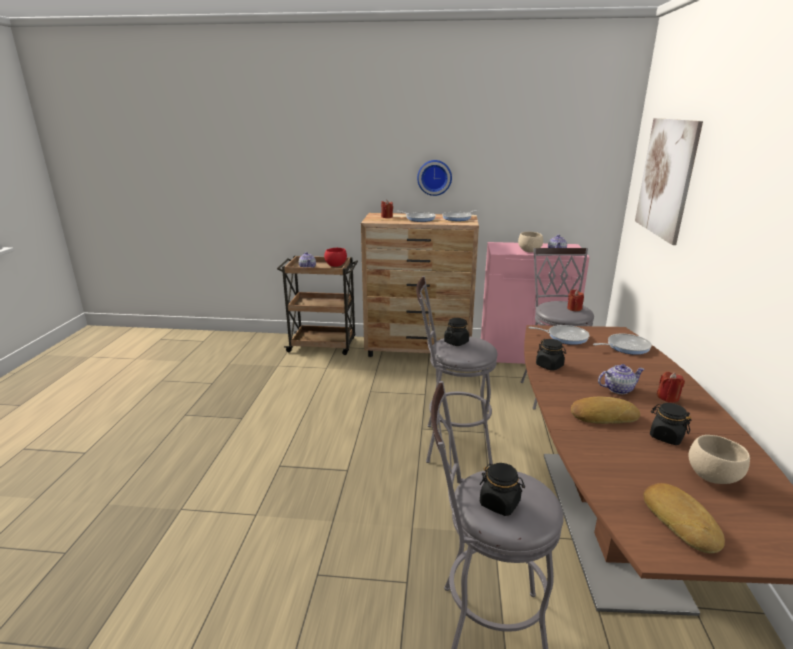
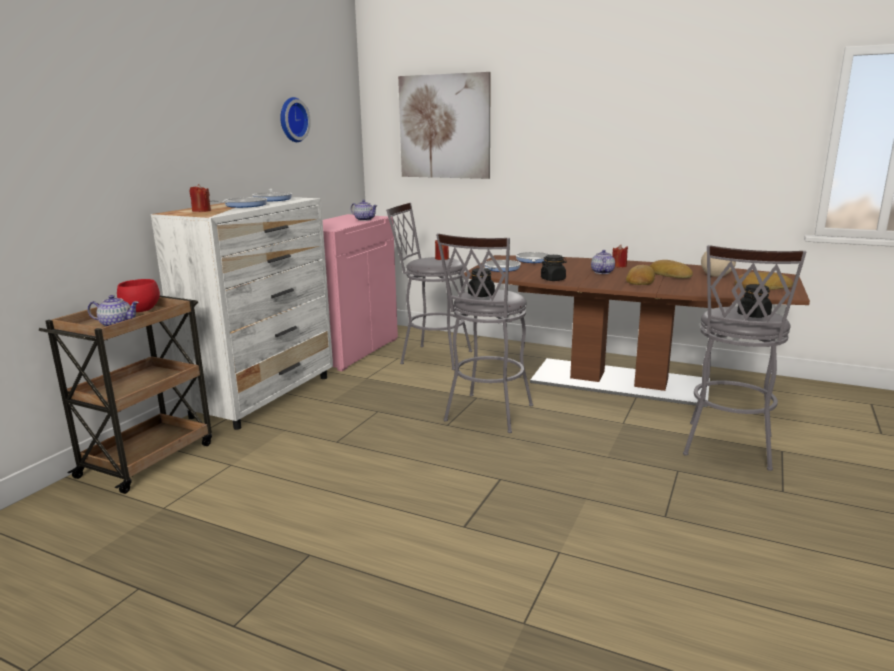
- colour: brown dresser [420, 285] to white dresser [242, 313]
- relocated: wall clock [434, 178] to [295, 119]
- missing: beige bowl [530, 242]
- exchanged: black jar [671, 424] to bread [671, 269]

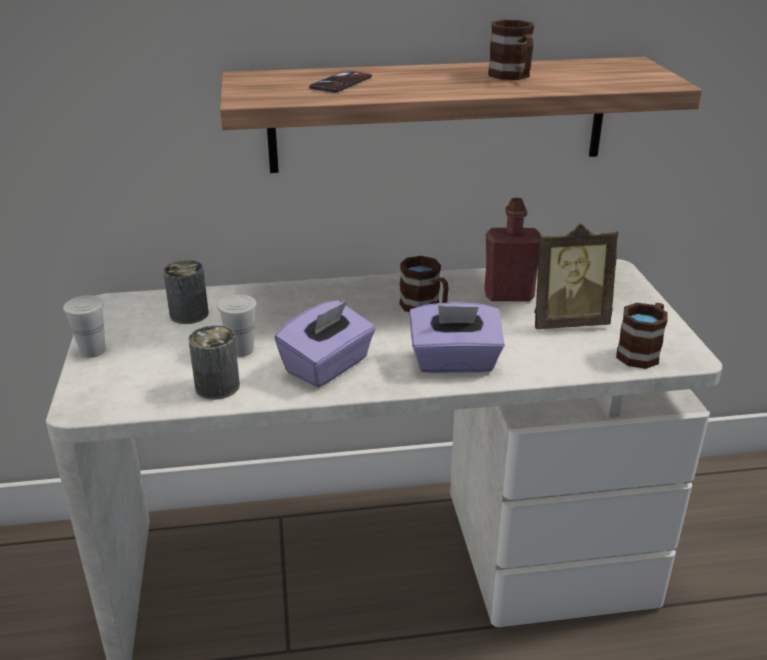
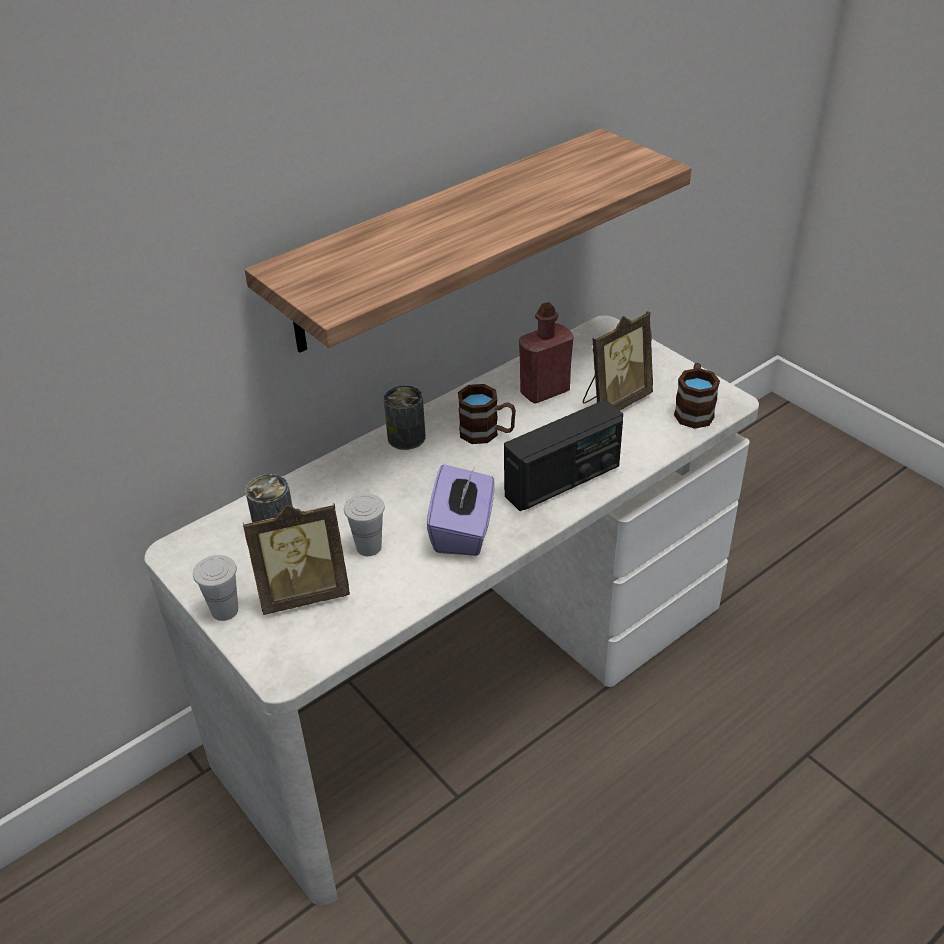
- relocated: can [214, 362] to [405, 417]
- missing: phone [340, 81]
- exchanged: purple tissue box [457, 337] to radio [563, 455]
- missing: brown mug [511, 50]
- appeared: picture frame [296, 559]

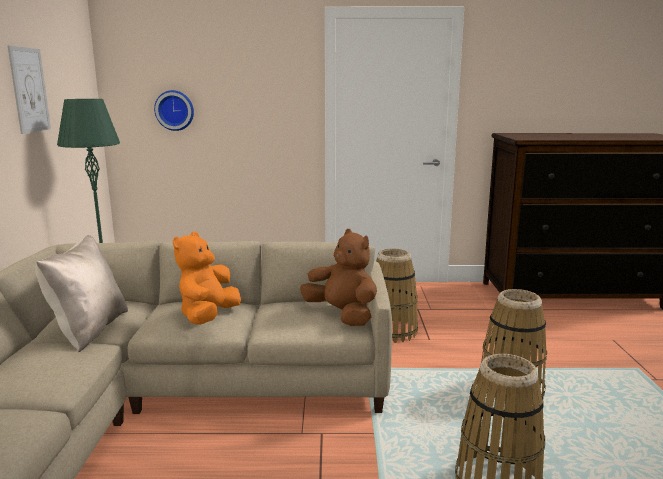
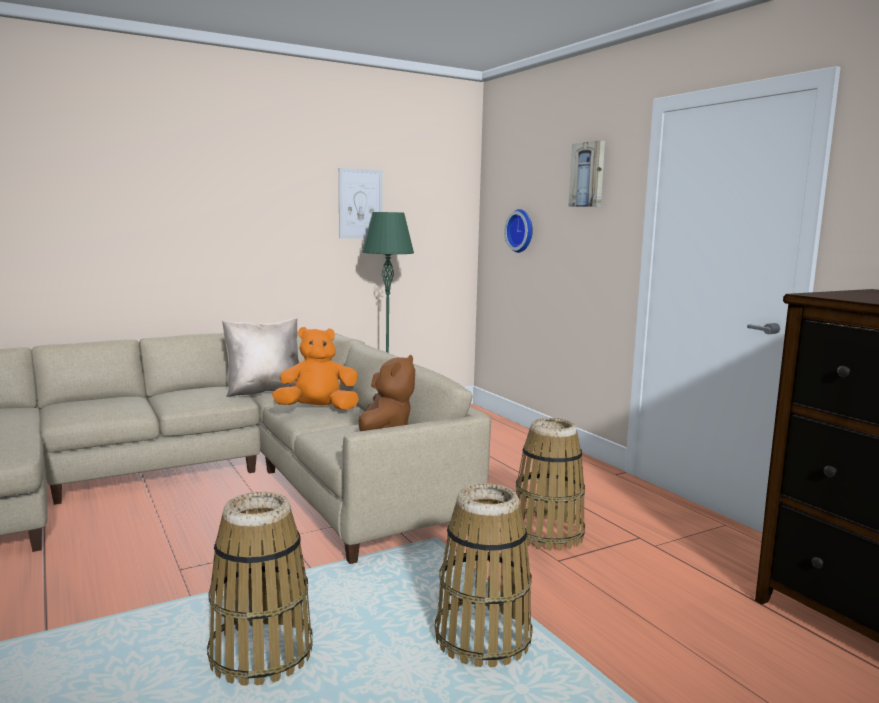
- appeared: picture [586, 173]

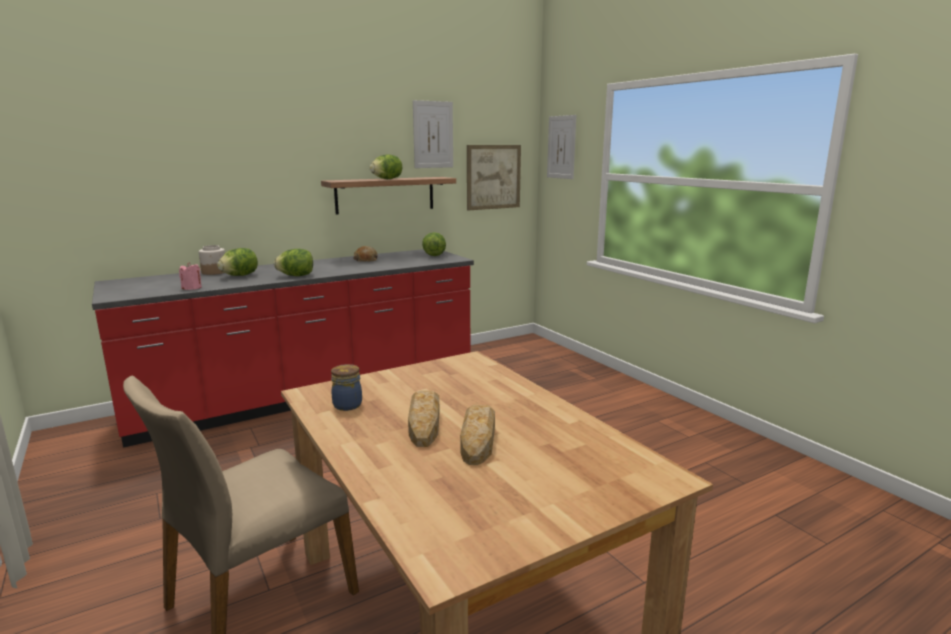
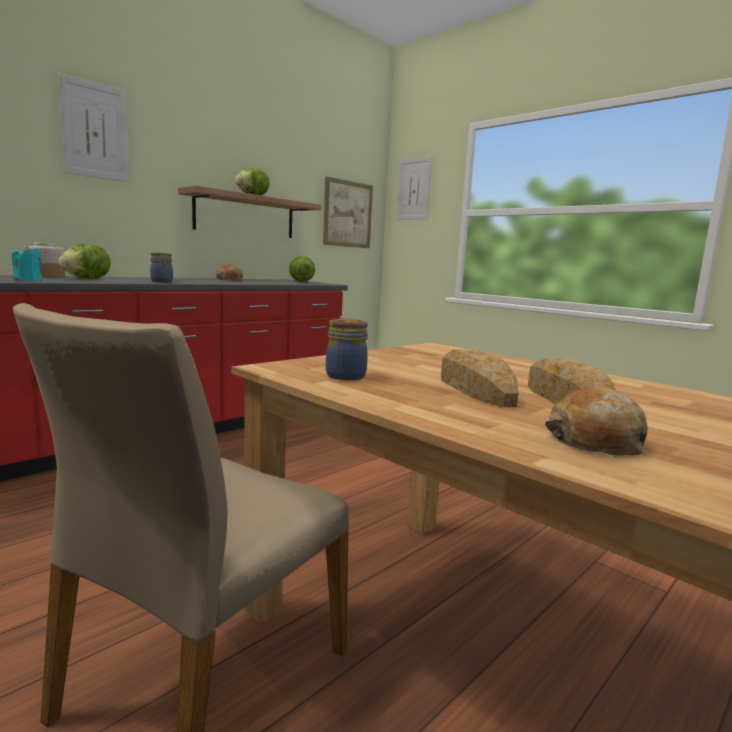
- colour: pink candle [190, 276] to turquoise candle [27, 263]
- exchanged: lettuce [293, 262] to jar [161, 267]
- relocated: picture [433, 134] to [93, 127]
- appeared: bread [596, 421]

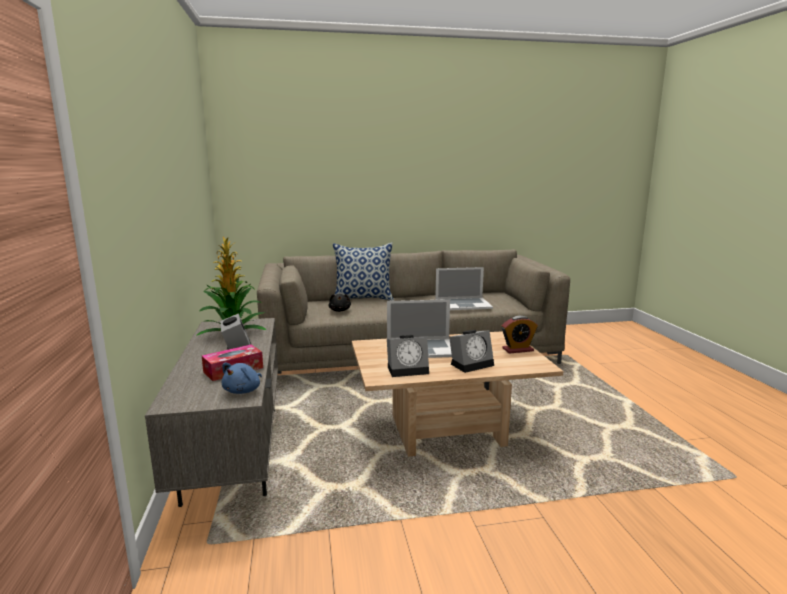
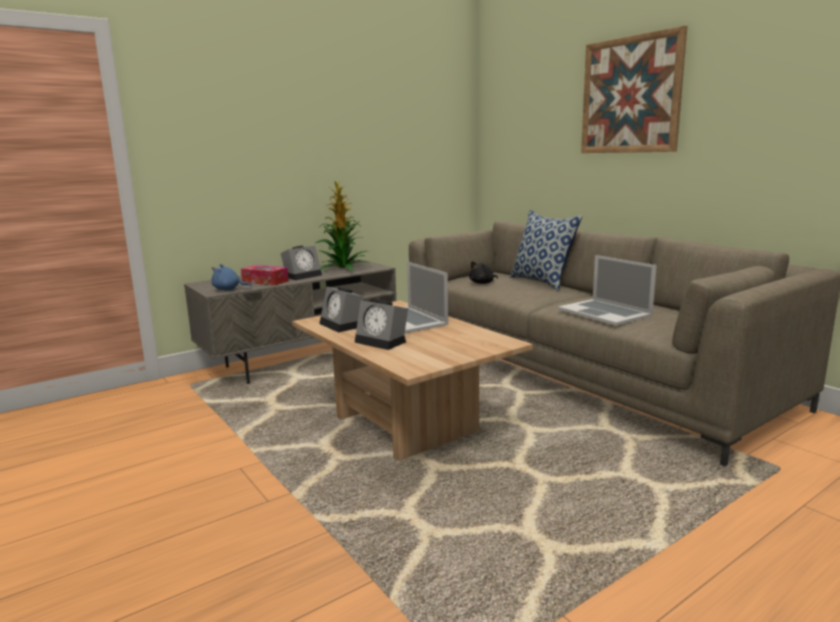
- missing: alarm clock [519, 335]
- appeared: picture [634, 89]

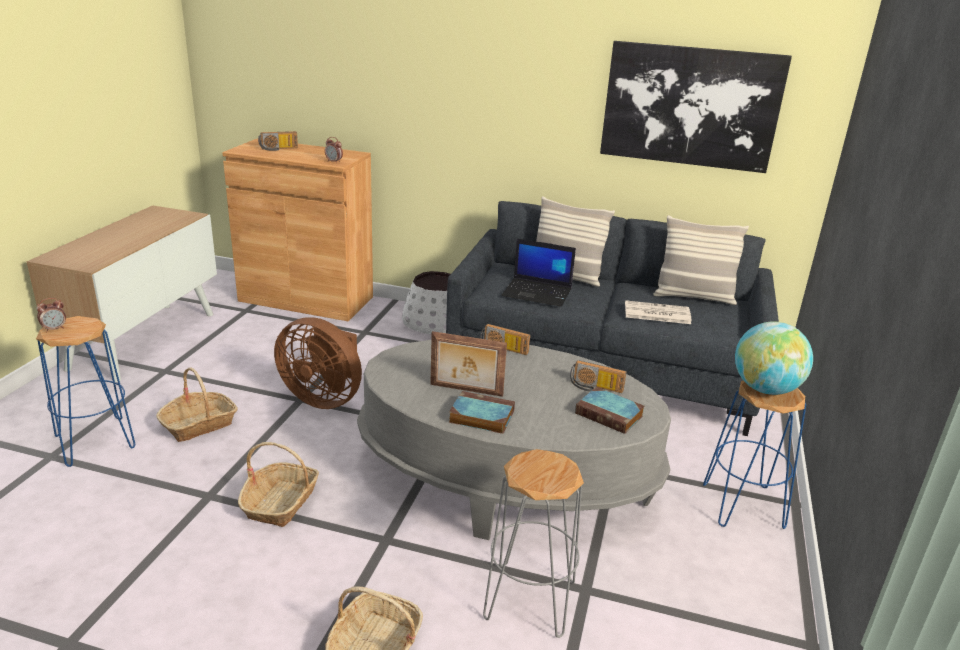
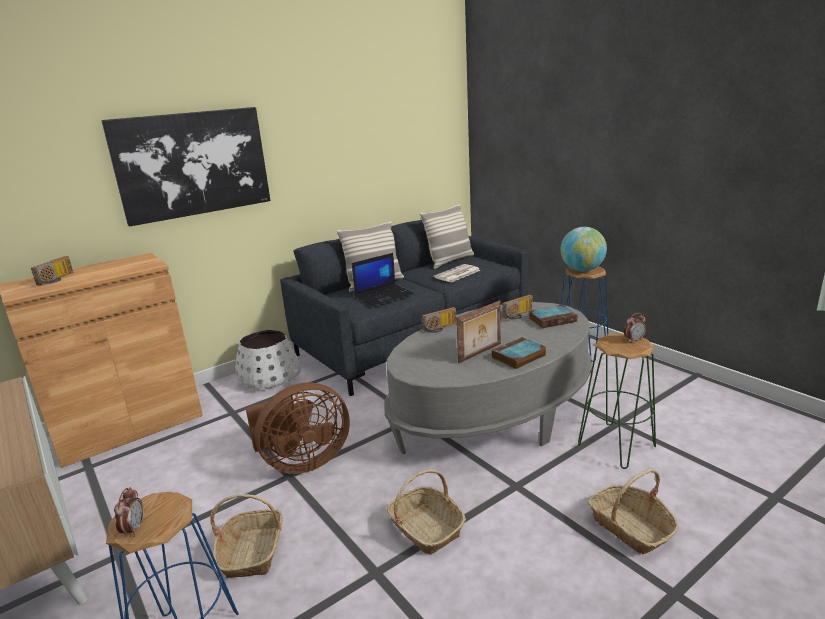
- relocated: alarm clock [334, 150] to [635, 328]
- colour: grey stool [533, 543] to green stool [617, 401]
- relocated: picture [696, 107] to [186, 167]

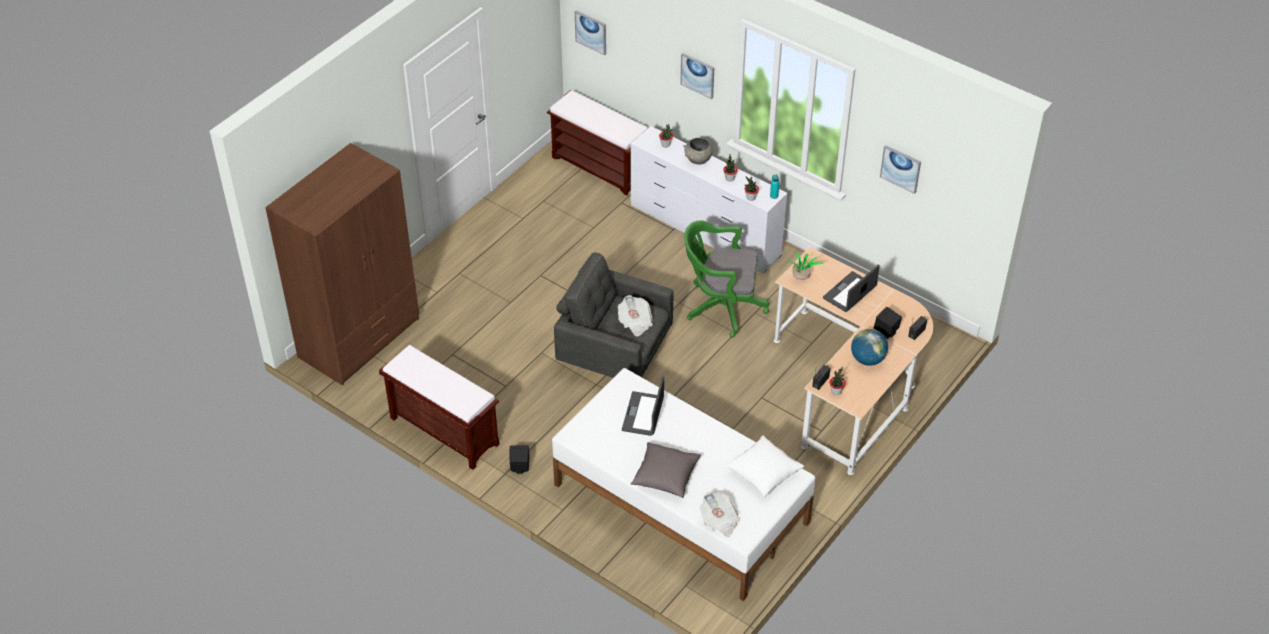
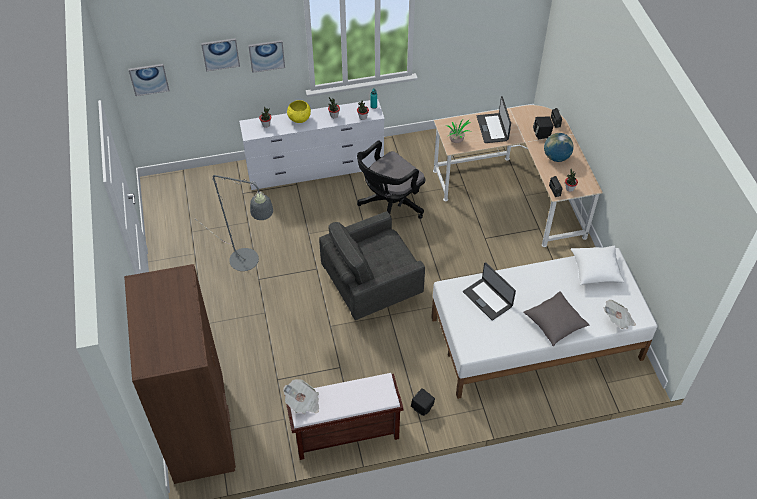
- missing: brown bench [597, 143]
- relocated: newspaper [635, 316] to [301, 396]
- colour: grey bowl [698, 151] to yellow bowl [299, 111]
- colour: green office chair [726, 279] to black office chair [391, 179]
- relocated: picture [900, 169] to [220, 54]
- appeared: grey floor lamp [233, 223]

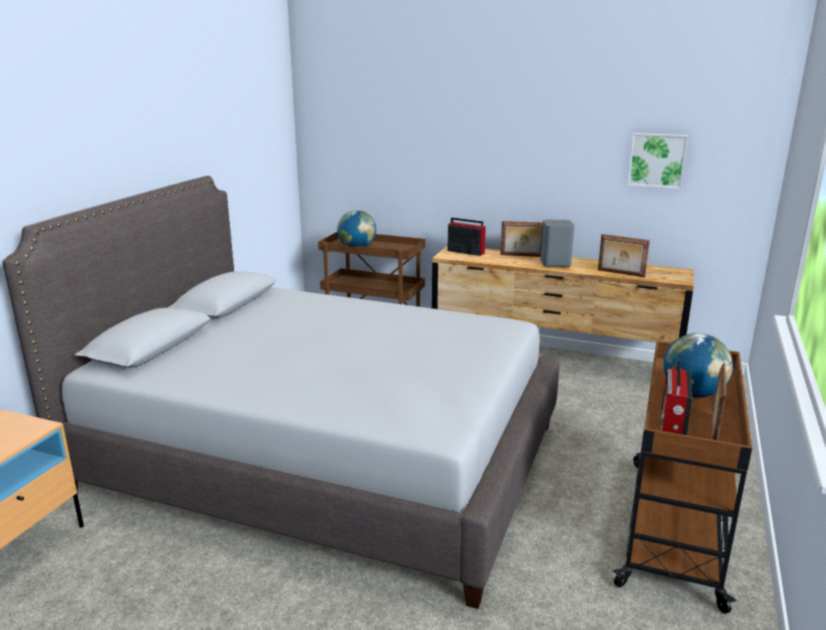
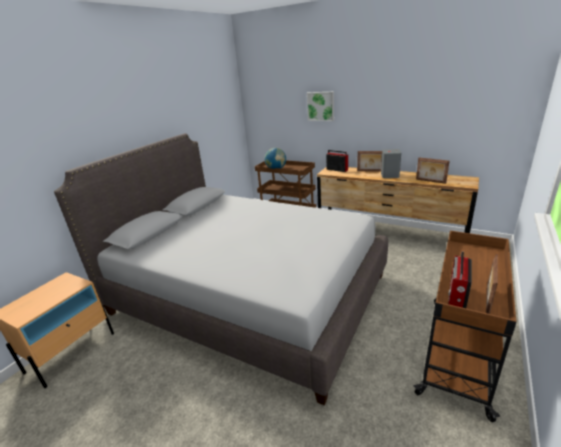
- relocated: picture [657, 161] to [320, 106]
- missing: globe [698, 365]

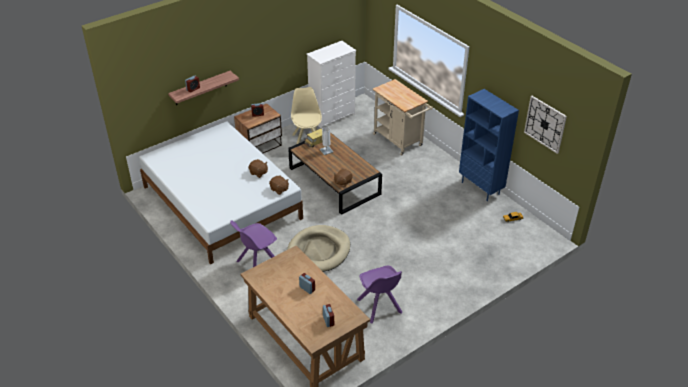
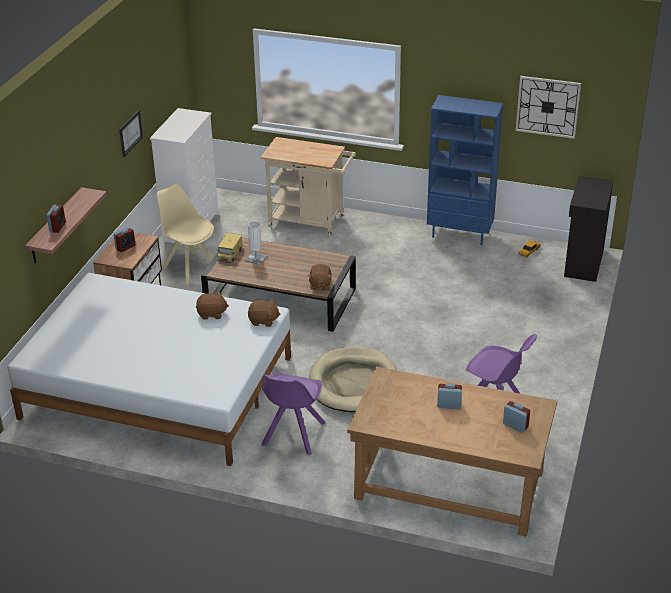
- appeared: picture [131, 133]
- appeared: black cabinet [589, 229]

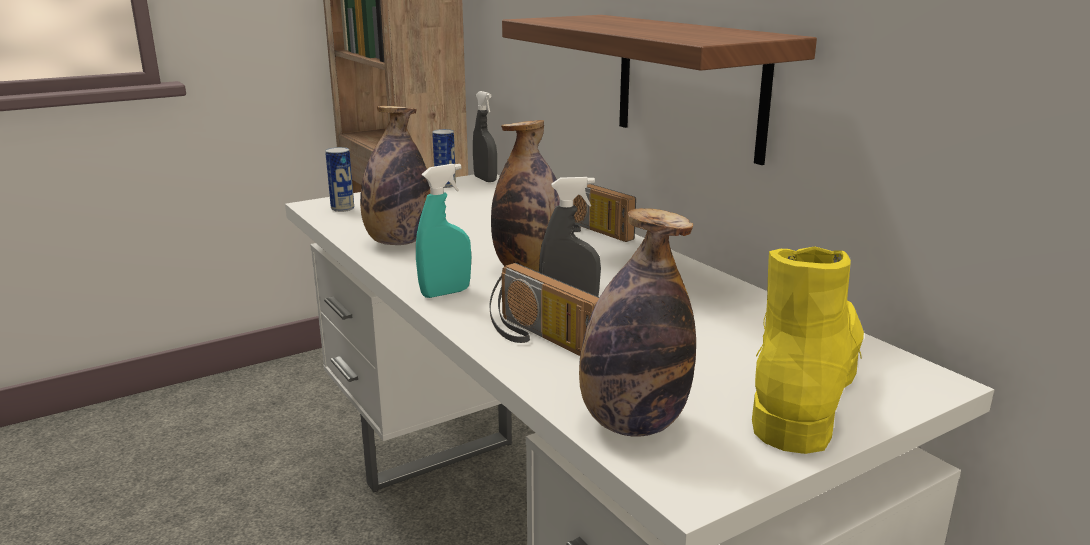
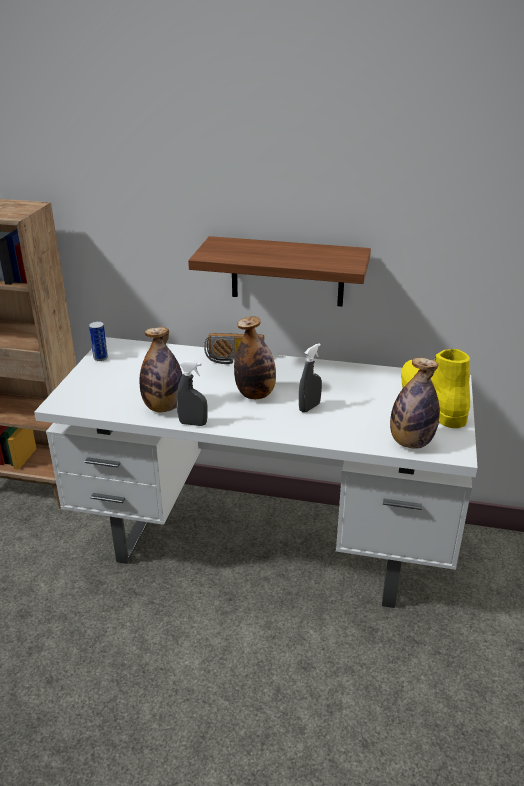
- missing: can [339, 179]
- missing: turquoise spray bottle [443, 231]
- relocated: grey spray bottle [485, 136] to [192, 393]
- missing: radio [544, 309]

